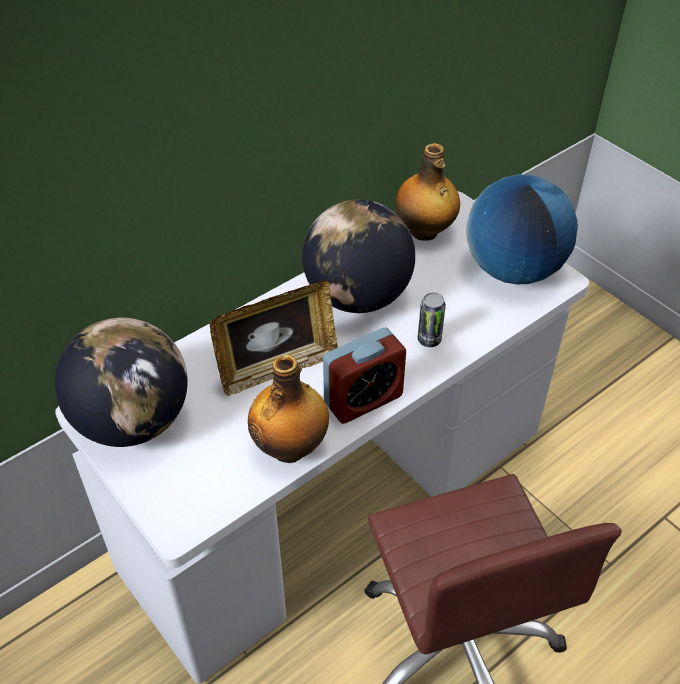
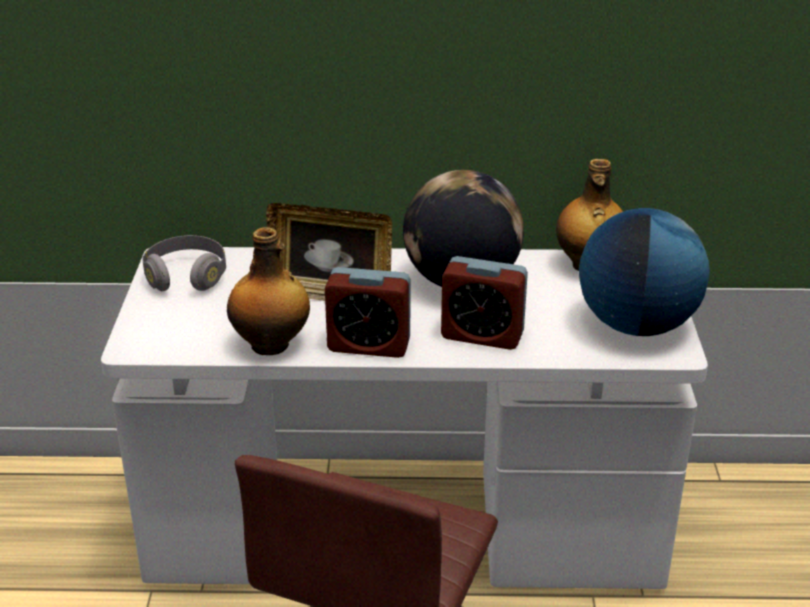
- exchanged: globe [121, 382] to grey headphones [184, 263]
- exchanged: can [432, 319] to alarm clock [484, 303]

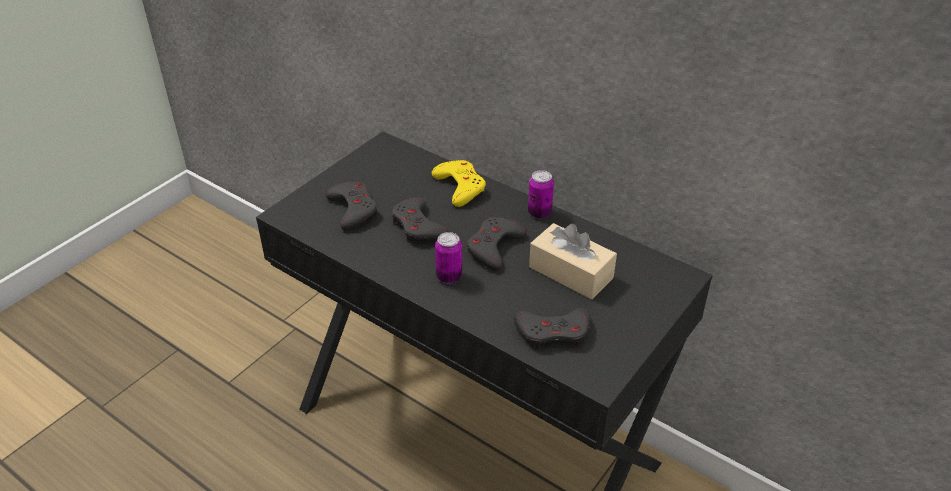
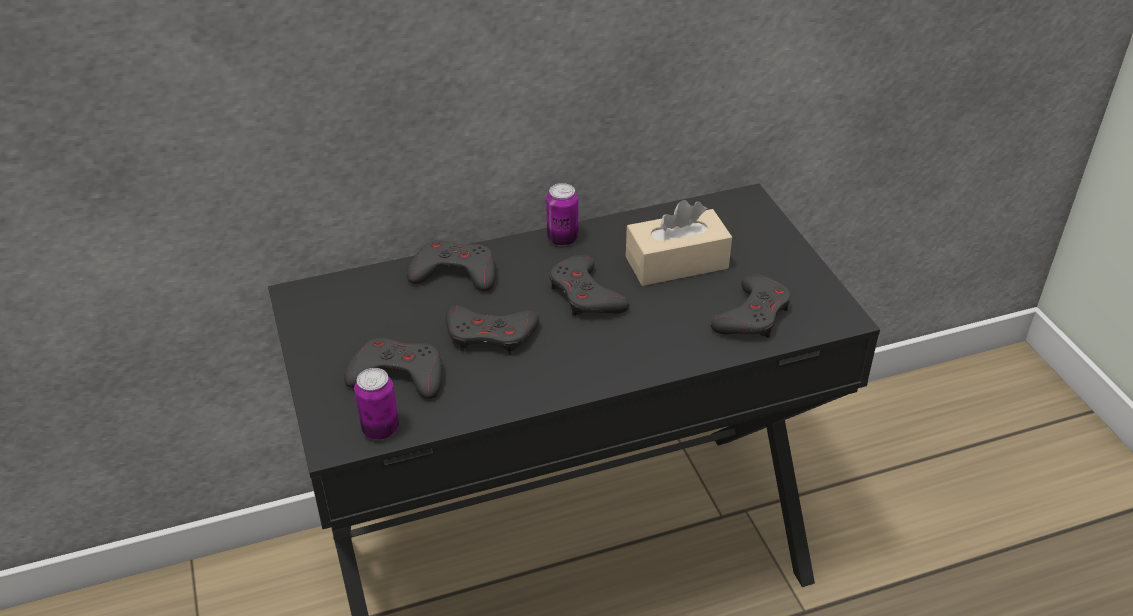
- colour: yellow game controller [459, 183] to grey game controller [451, 265]
- relocated: can [448, 258] to [376, 404]

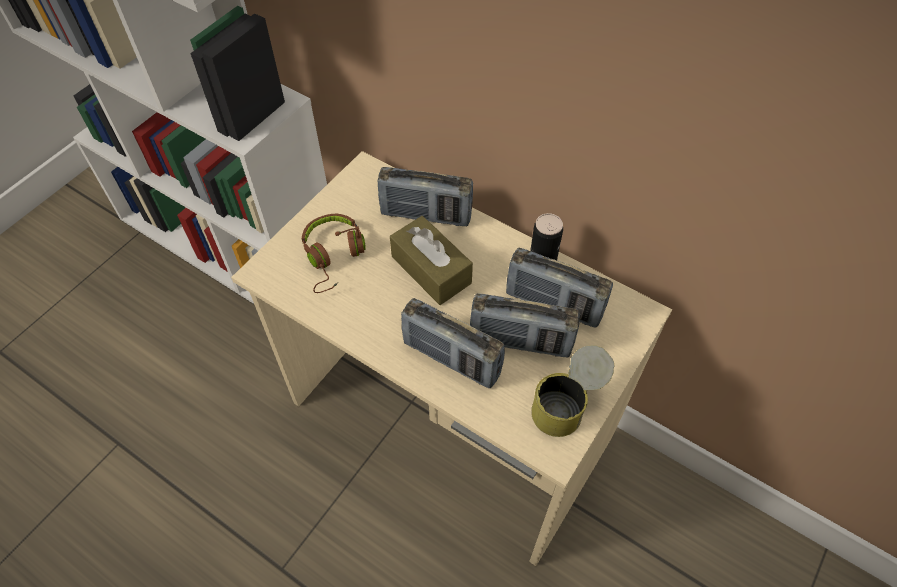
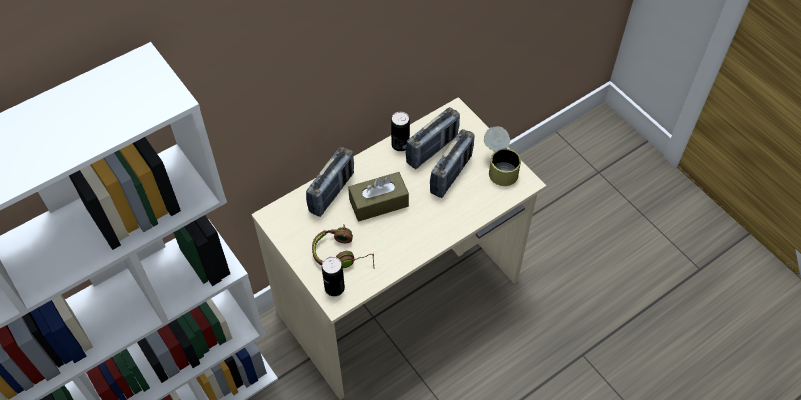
- missing: radio [453, 343]
- appeared: can [333, 276]

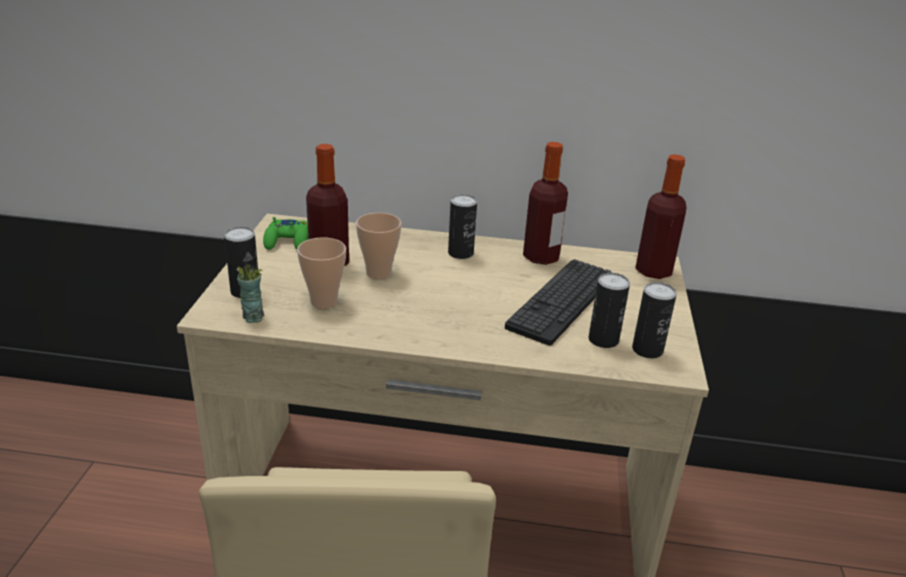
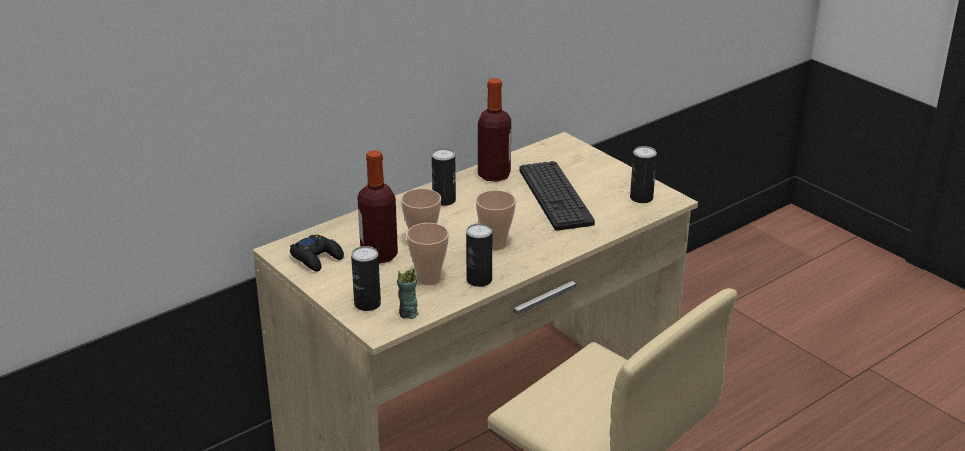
- colour: green game controller [285, 233] to black game controller [317, 253]
- relocated: can [609, 310] to [479, 255]
- missing: bottle [661, 216]
- appeared: cup [496, 220]

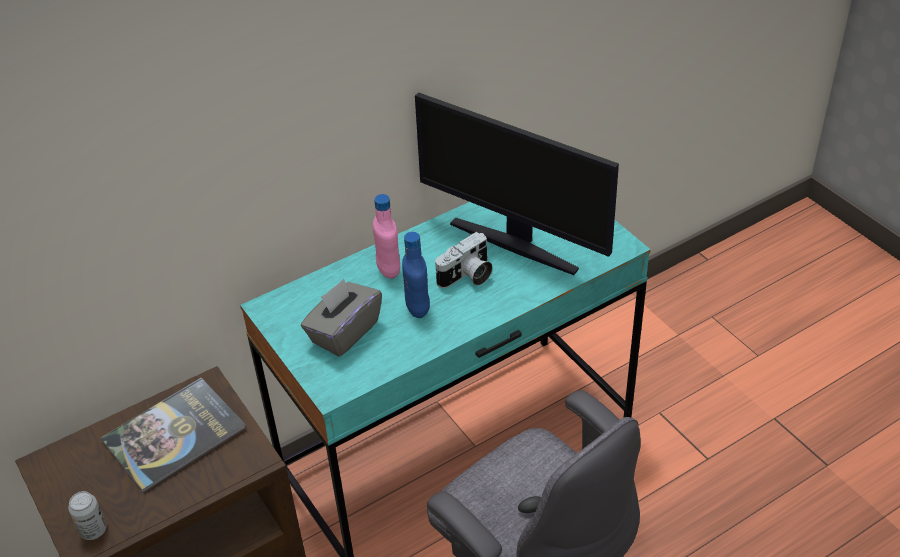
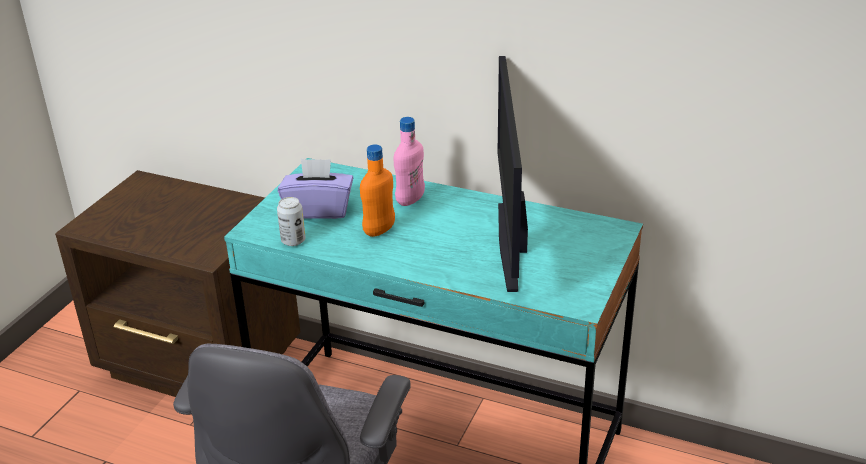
- relocated: can [87, 515] to [291, 221]
- missing: book [173, 435]
- colour: grey tissue box [341, 318] to purple tissue box [315, 188]
- colour: blue bottle [416, 275] to orange bottle [377, 190]
- missing: photo camera [464, 260]

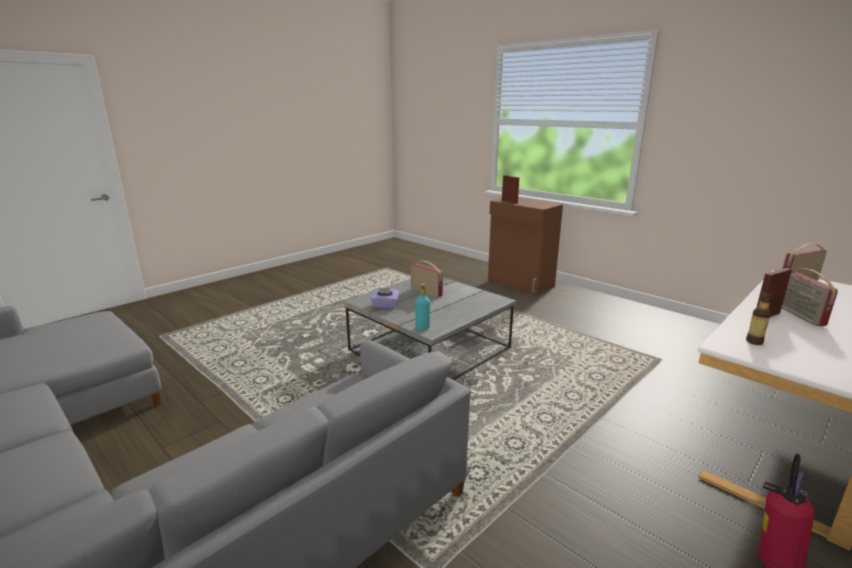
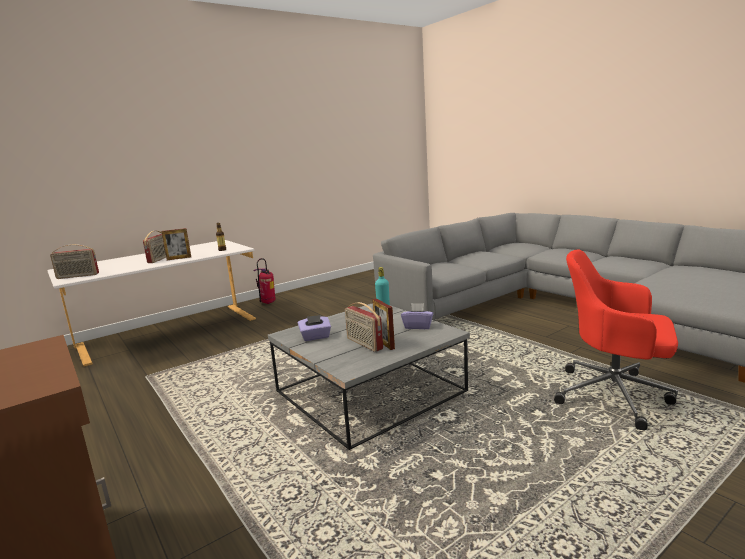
- relocated: picture frame [510, 189] to [384, 324]
- appeared: purple tissue box [314, 328]
- appeared: red office chair [616, 340]

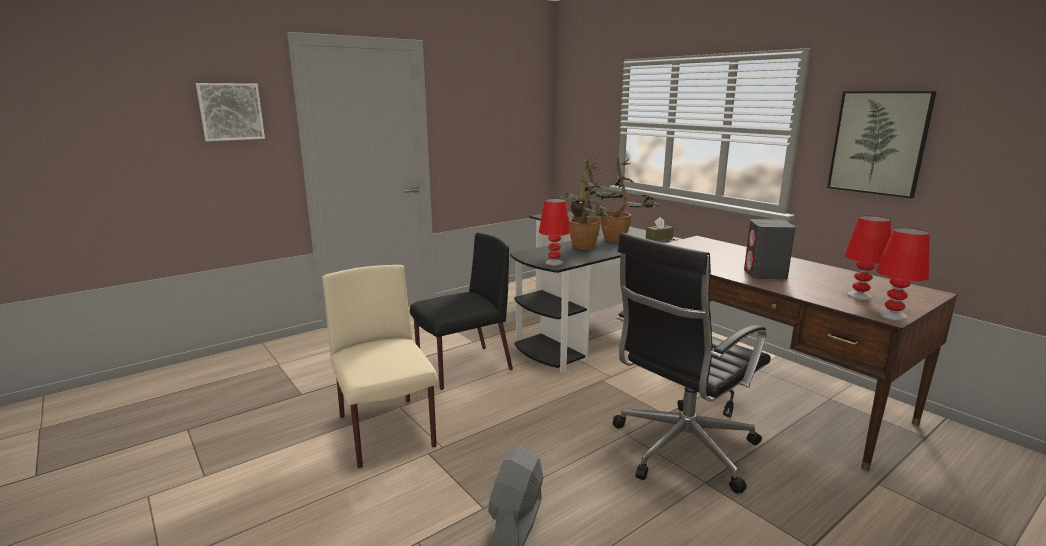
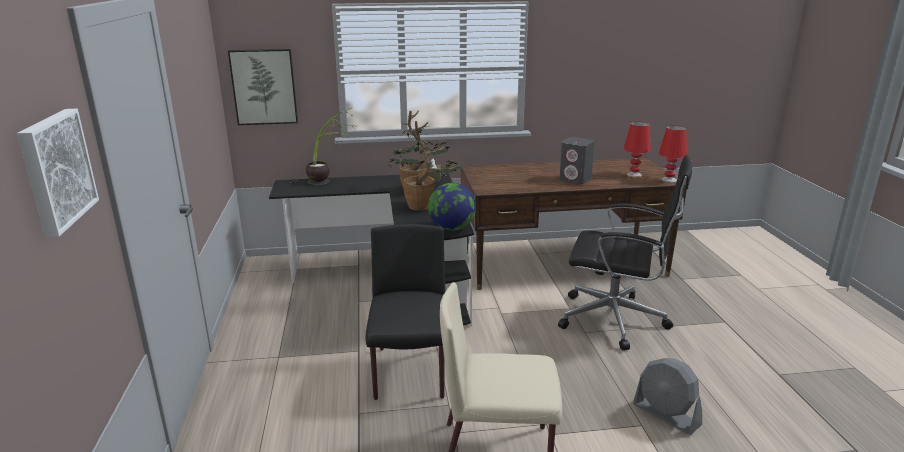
- exchanged: red table lamp [555, 232] to globe [452, 207]
- spun: black office chair [692, 363] = [625, 252] 60 degrees counterclockwise
- relocated: picture [882, 144] to [263, 87]

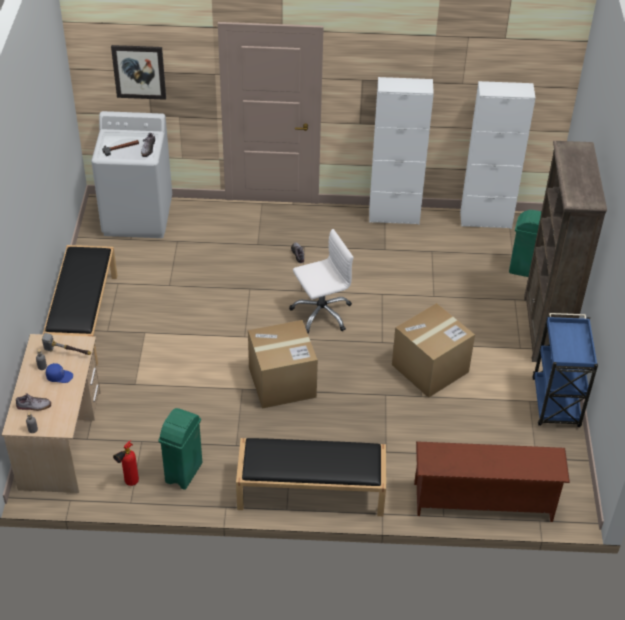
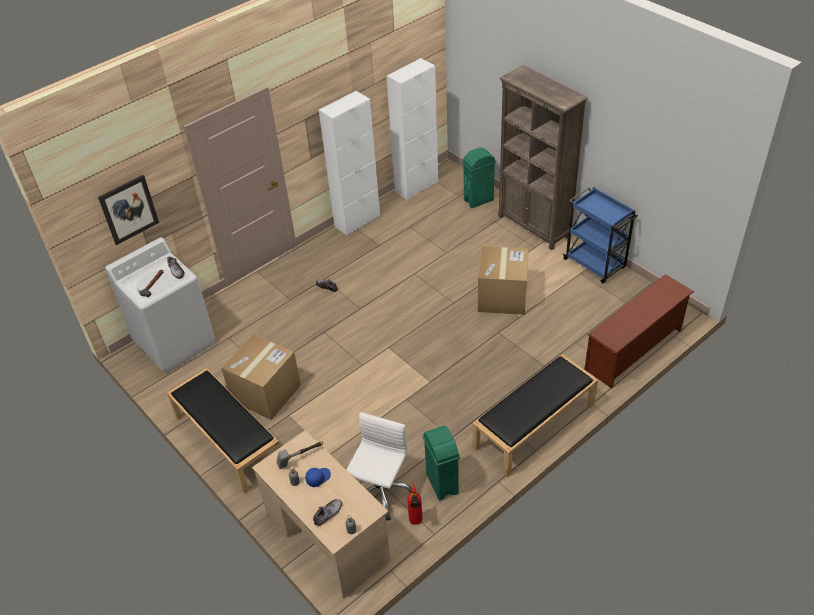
- relocated: cardboard box [283, 364] to [261, 377]
- relocated: white office chair [321, 281] to [379, 466]

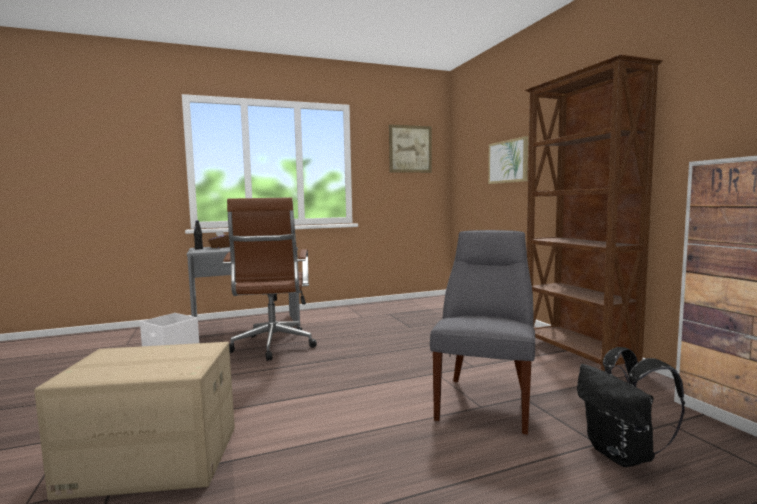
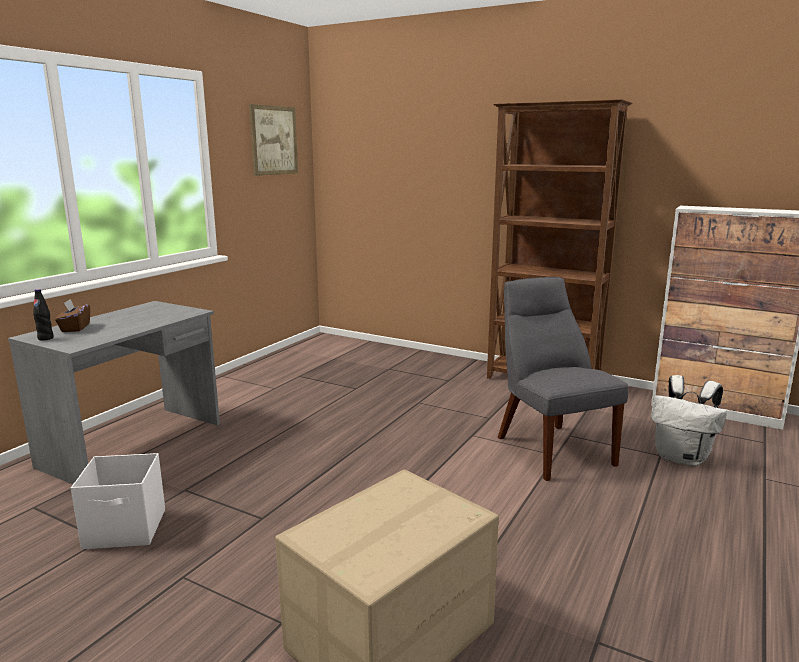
- missing: brown office chair [270, 279]
- missing: picture [508, 160]
- colour: black backpack [631, 407] to white backpack [689, 420]

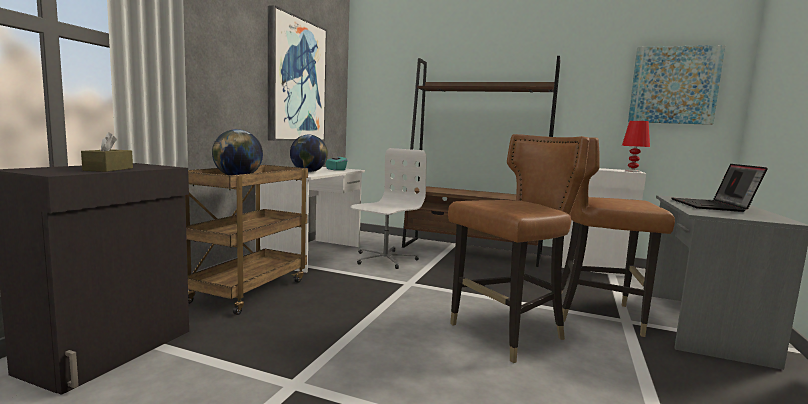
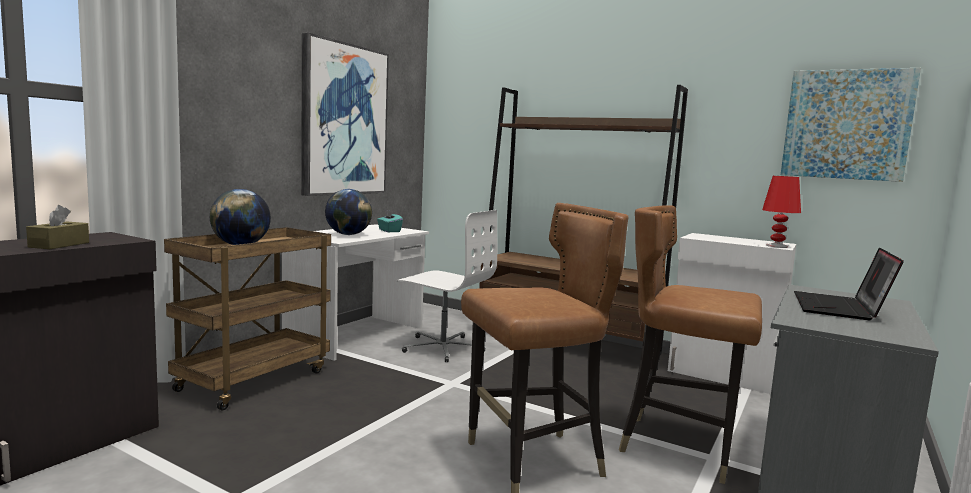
- spun: white office chair [388, 208] = [446, 286] 75 degrees clockwise

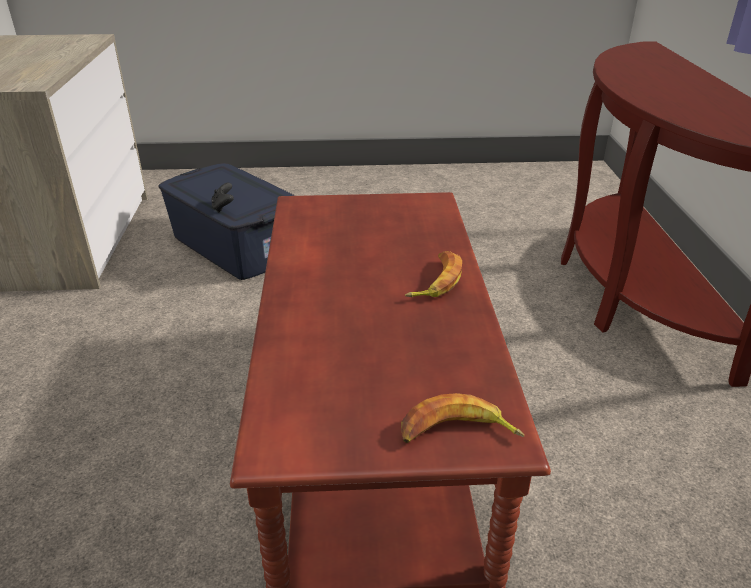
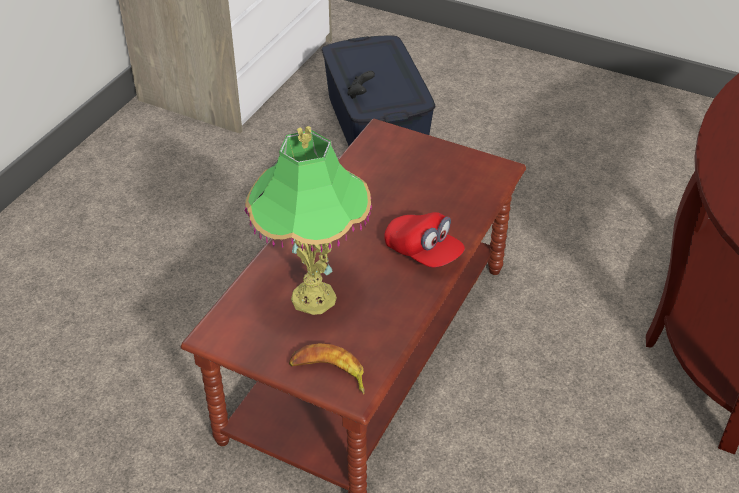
- exchanged: banana [433, 274] to red cap [424, 239]
- appeared: table lamp [308, 220]

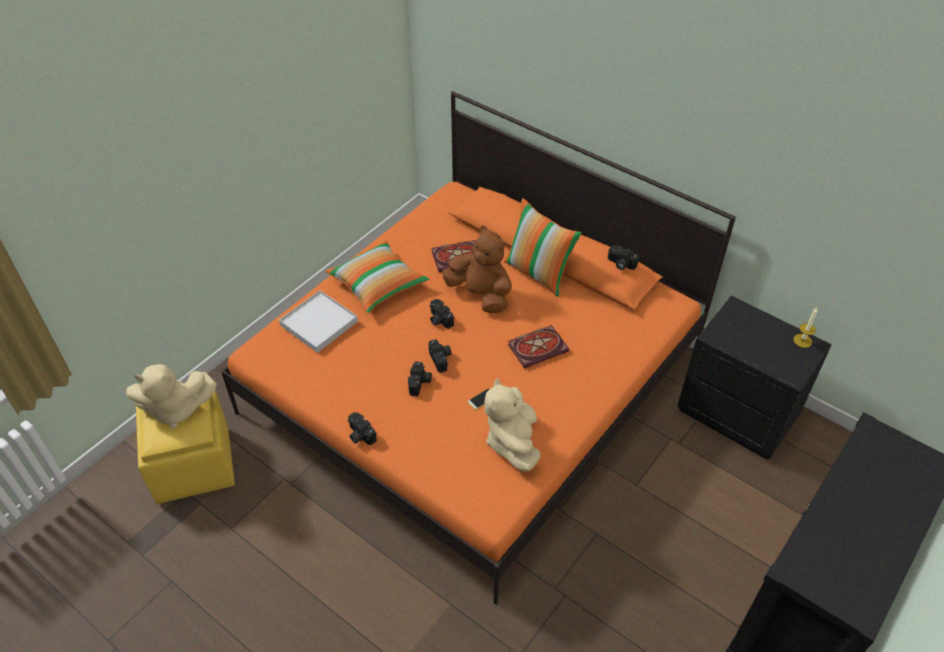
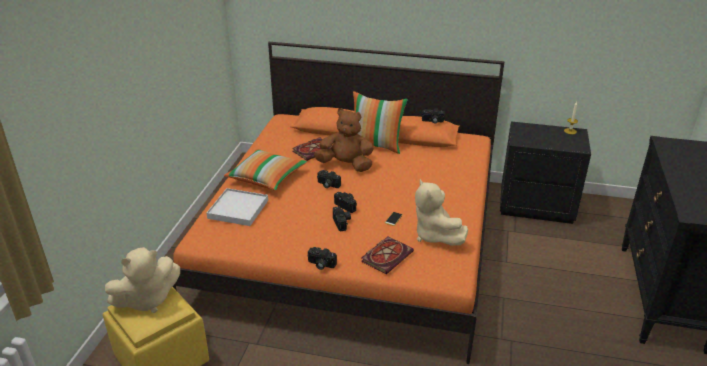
- relocated: book [538, 347] to [387, 255]

